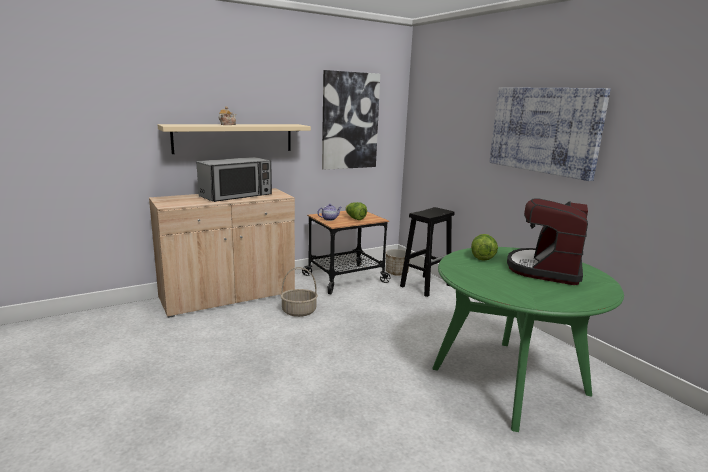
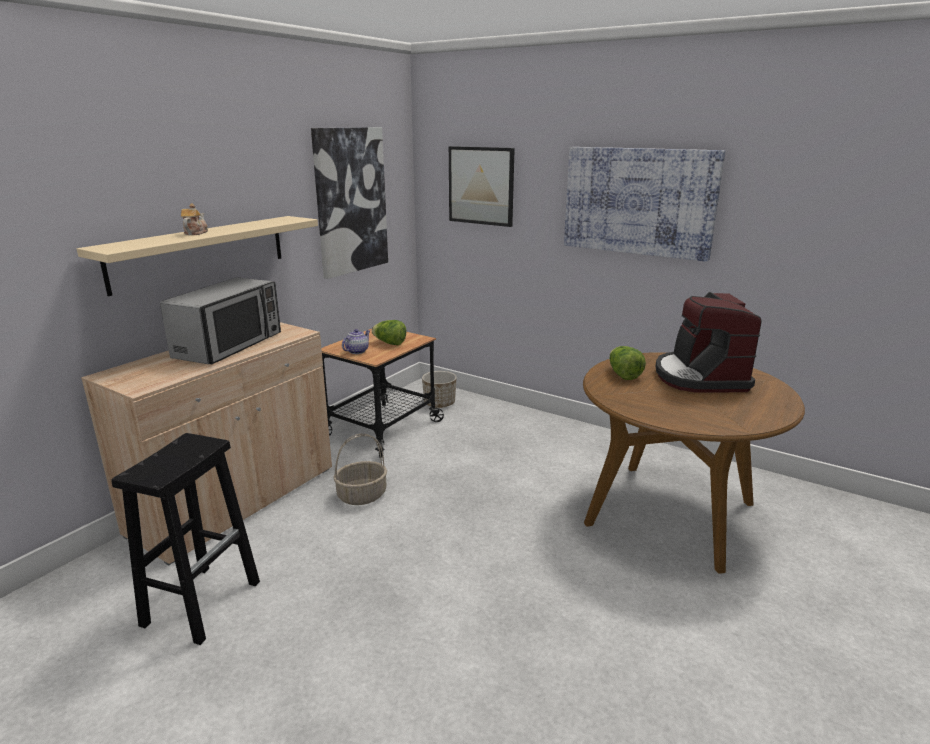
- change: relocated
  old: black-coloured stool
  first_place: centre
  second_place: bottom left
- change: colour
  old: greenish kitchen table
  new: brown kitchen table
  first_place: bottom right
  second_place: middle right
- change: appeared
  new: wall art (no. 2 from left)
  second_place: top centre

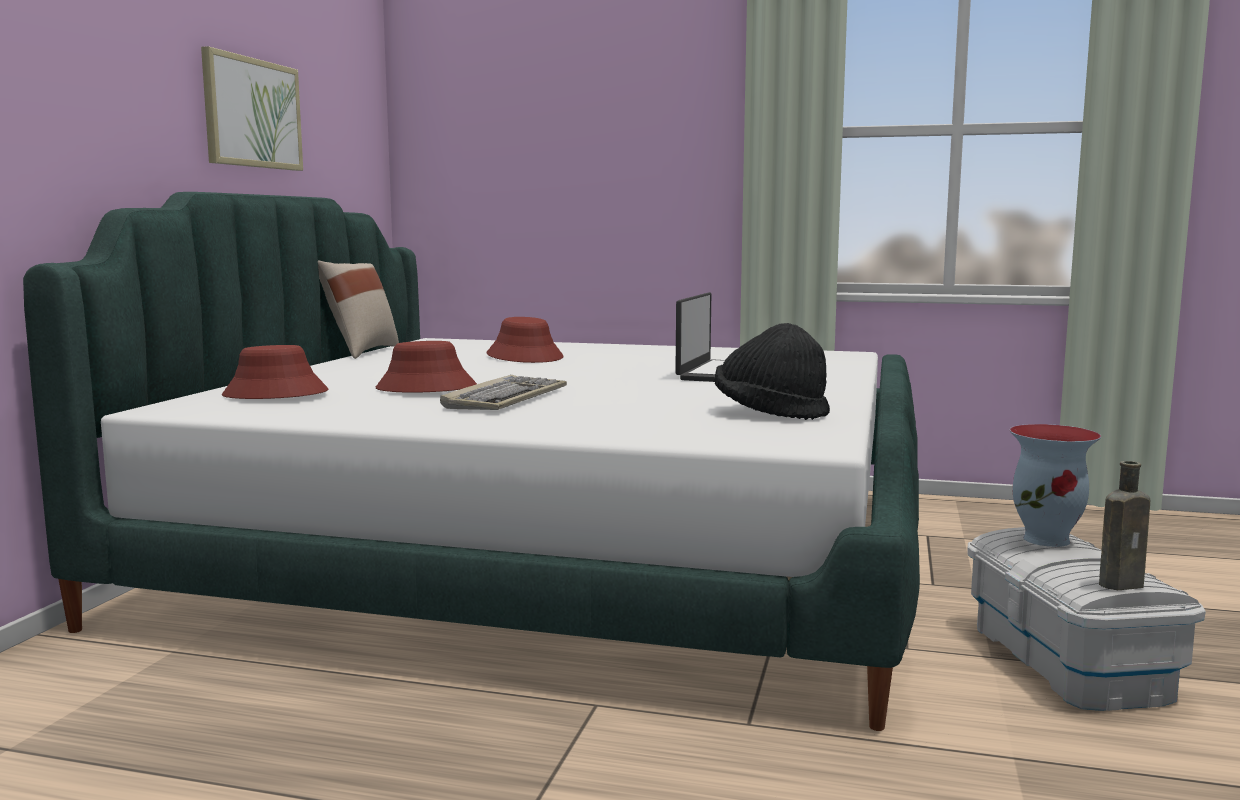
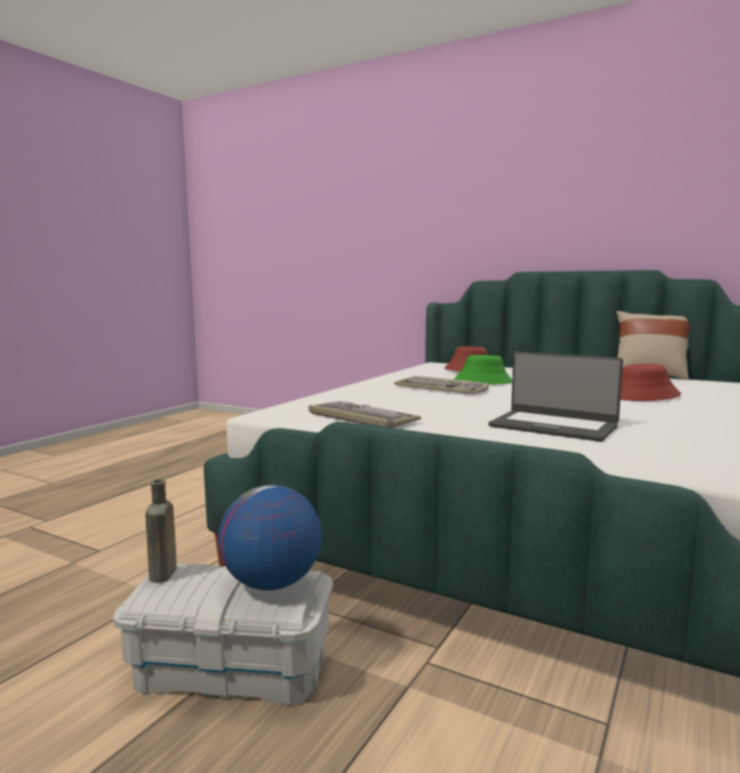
- change: missing
  old: wall art
  first_place: top left
- change: colour
  old: red-coloured hat (no. 2 from left)
  new: greenish hat
  first_place: centre
  second_place: centre
- change: exchanged
  old: black-coloured hat
  new: computer keyboard (no. 1 from left)
  first_place: centre
  second_place: centre
- change: exchanged
  old: decorative vase
  new: world globe
  first_place: middle right
  second_place: bottom centre

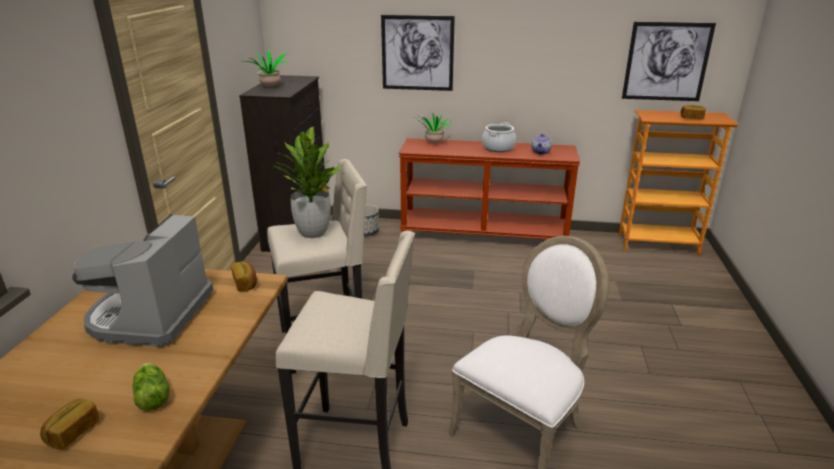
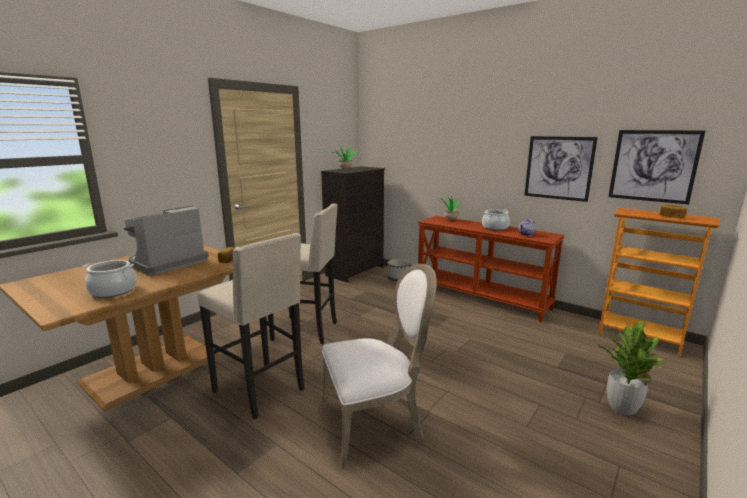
- change: missing
  old: bakery bread (no. 1 from left)
  first_place: bottom left
- change: exchanged
  old: lettuce head
  new: stockpot (no. 1 from left)
  first_place: bottom left
  second_place: middle left
- change: relocated
  old: houseplant (no. 2 from left in the first image)
  new: houseplant (no. 3 from left)
  first_place: centre
  second_place: bottom right
- change: relocated
  old: wall art (no. 1 from left)
  first_place: top centre
  second_place: middle right

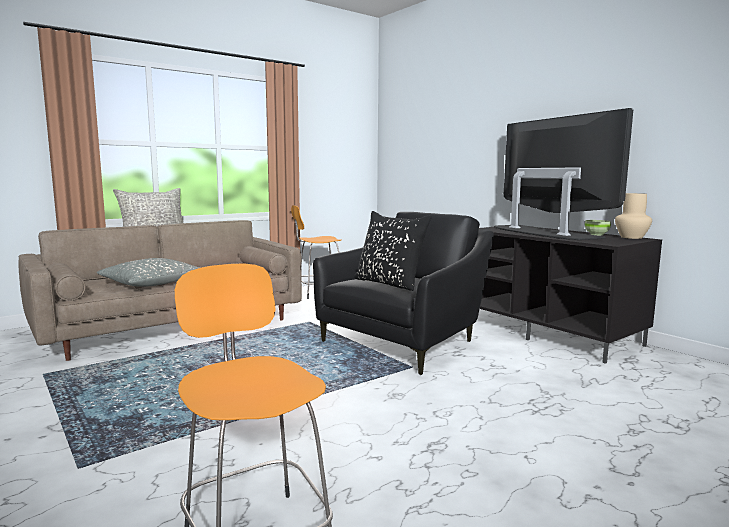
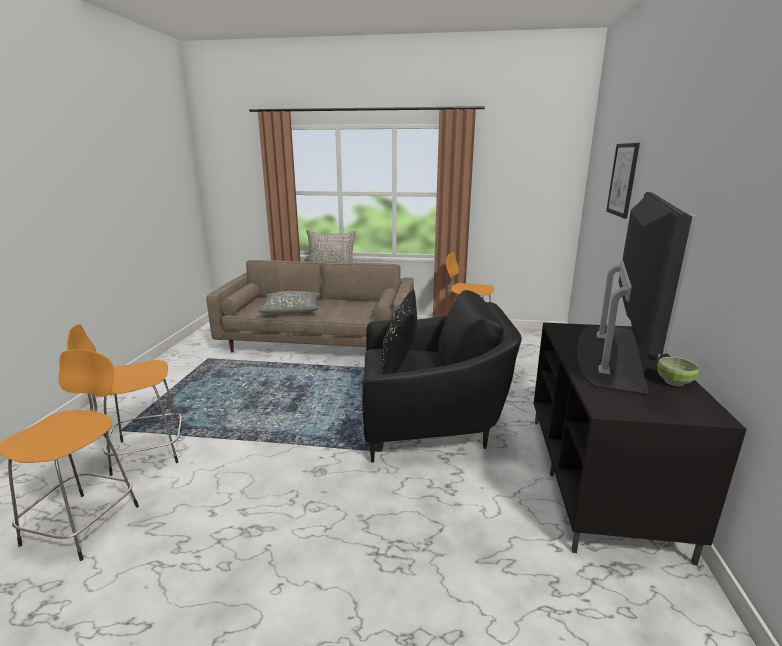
- change: missing
  old: beige-coloured decorative vase
  first_place: middle right
- change: appeared
  new: orange stool (no. 2 from left)
  second_place: middle left
- change: appeared
  new: wall art
  second_place: top right

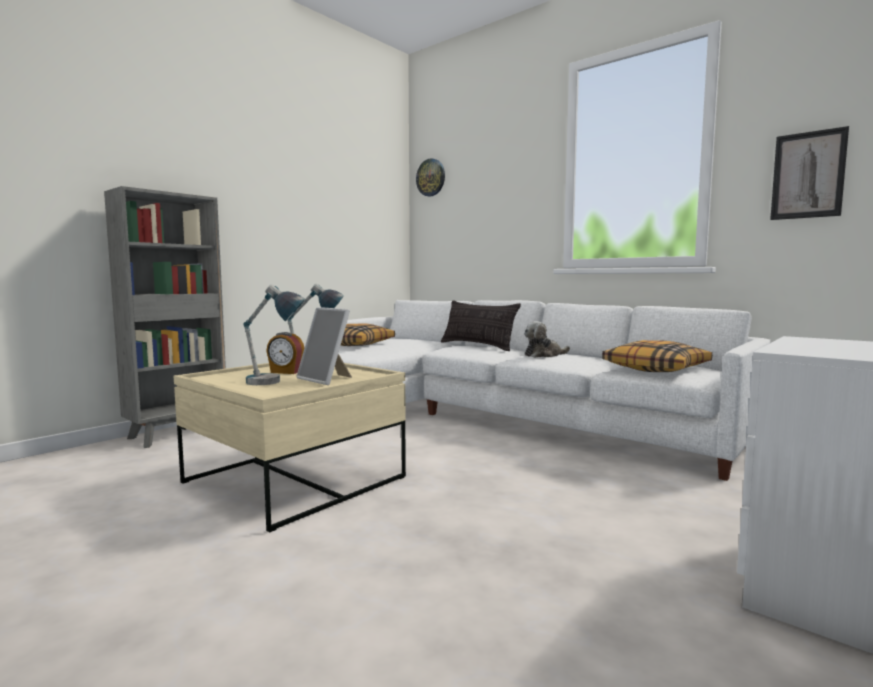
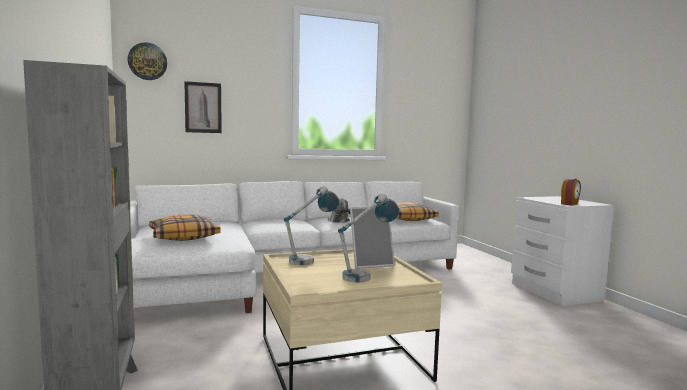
- change: relocated
  old: table clock
  first_place: middle left
  second_place: middle right
- change: missing
  old: cushion (no. 2 from left)
  first_place: centre
- change: relocated
  old: wall art
  first_place: top right
  second_place: top left

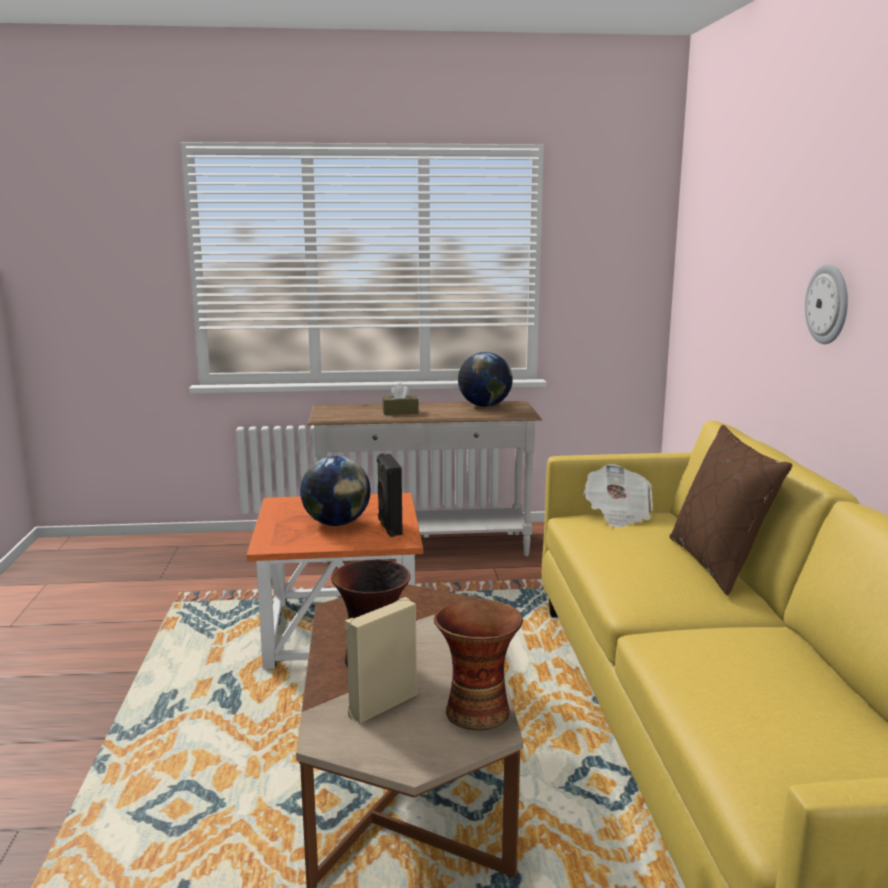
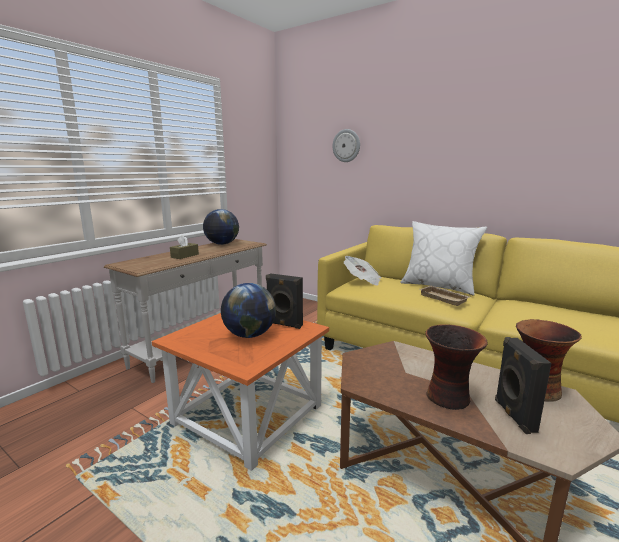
- change: colour
  old: beige-coloured audio speaker
  new: black-coloured audio speaker (no. 2 from left)
  first_place: bottom centre
  second_place: bottom right
- change: colour
  old: brown cushion
  new: whitish cushion
  first_place: middle right
  second_place: middle right
- change: relocated
  old: clock on the wall
  first_place: middle right
  second_place: top centre
- change: appeared
  new: beige-coloured serving tray
  second_place: middle right

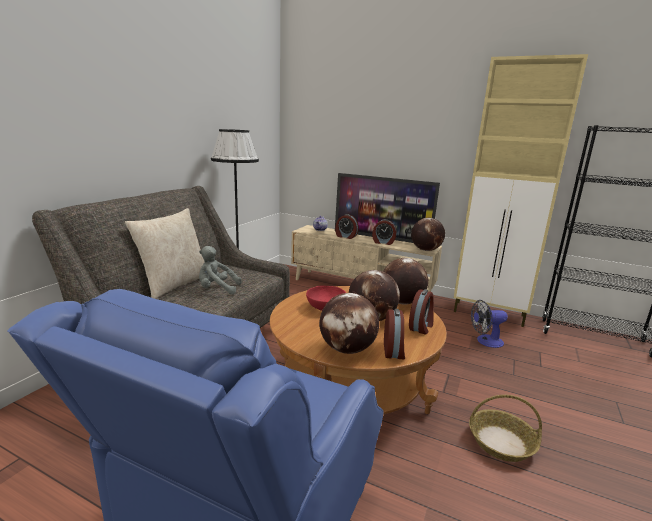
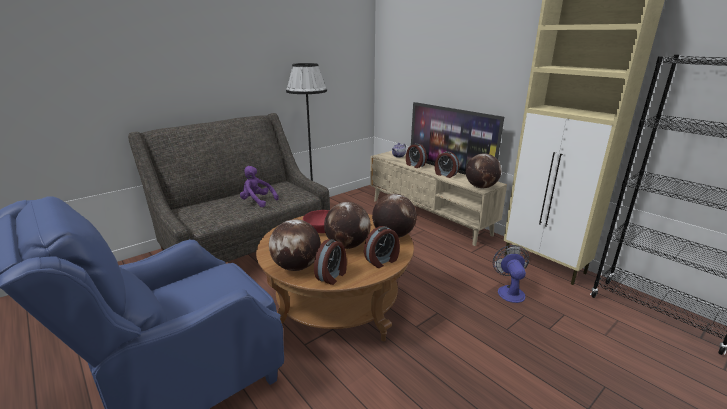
- change: missing
  old: beige-coloured cushion
  first_place: middle left
- change: colour
  old: grey soft toy
  new: purplish soft toy
  first_place: centre
  second_place: centre
- change: missing
  old: storage basket
  first_place: bottom right
- change: spun
  old: fan
  first_place: middle right
  second_place: bottom right
  degrees: 75

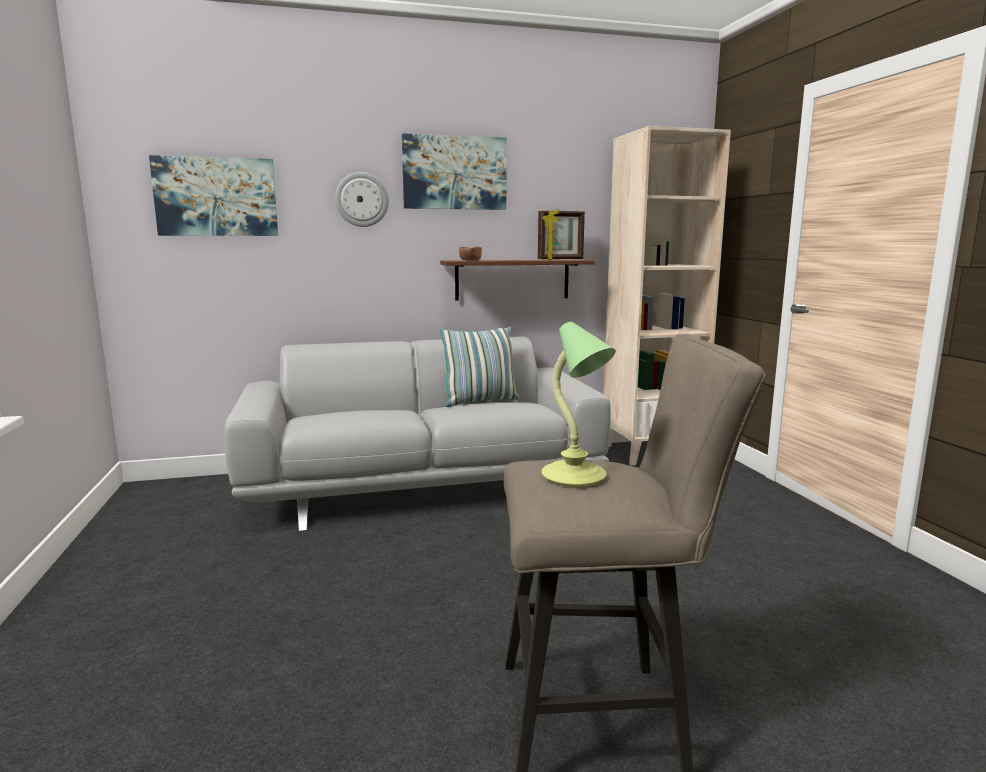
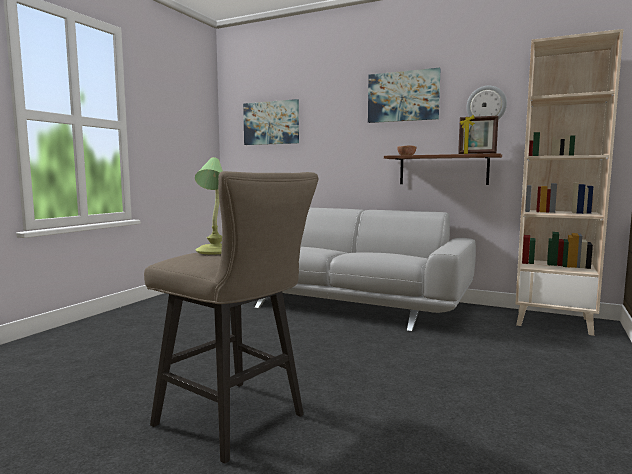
- change: relocated
  old: clock on the wall
  first_place: top centre
  second_place: top right
- change: missing
  old: cushion
  first_place: centre

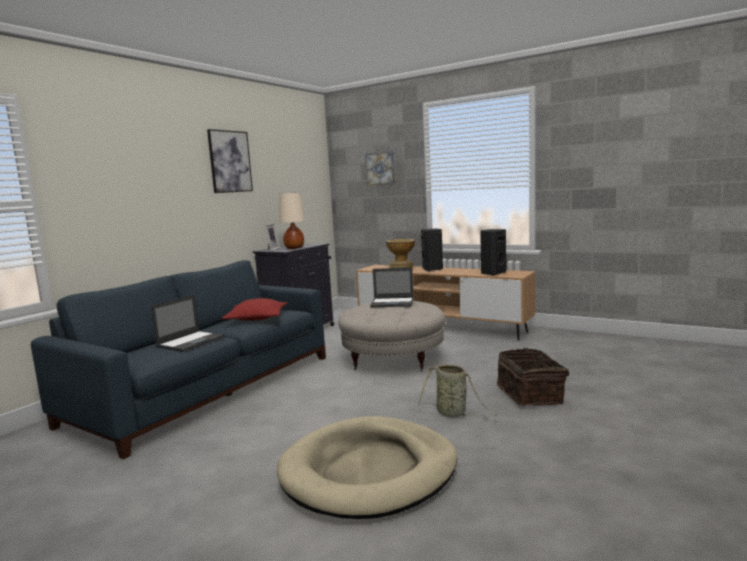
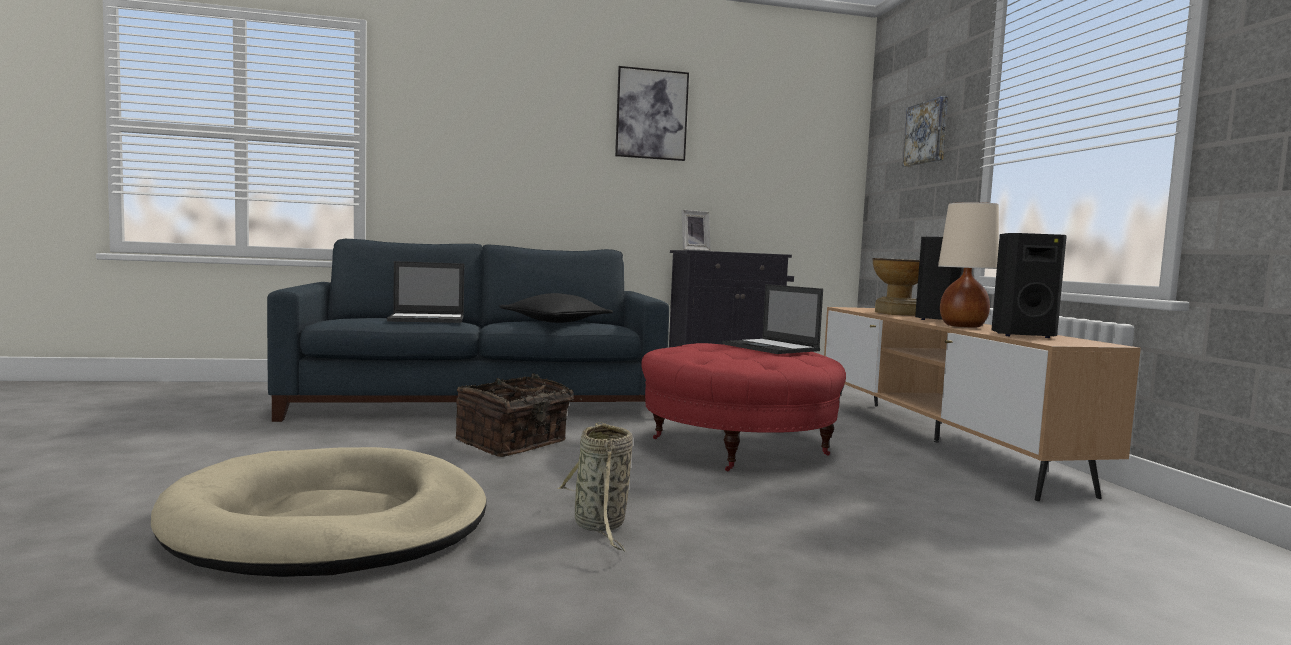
- change: colour
  old: red-coloured cushion
  new: black-coloured cushion
  first_place: centre
  second_place: centre
- change: relocated
  old: beige-coloured tabletop lamp
  first_place: centre
  second_place: middle right
- change: colour
  old: beige-coloured footrest
  new: red-coloured footrest
  first_place: centre
  second_place: centre
- change: relocated
  old: storage basket (no. 2 from left in the first image)
  new: storage basket (no. 1 from left)
  first_place: bottom right
  second_place: centre

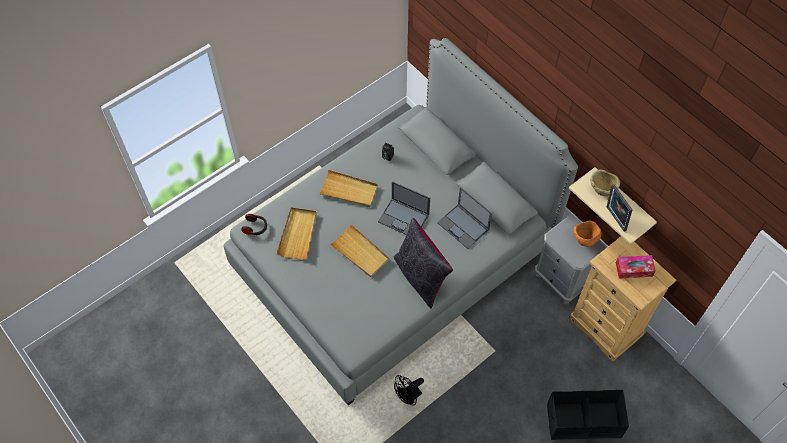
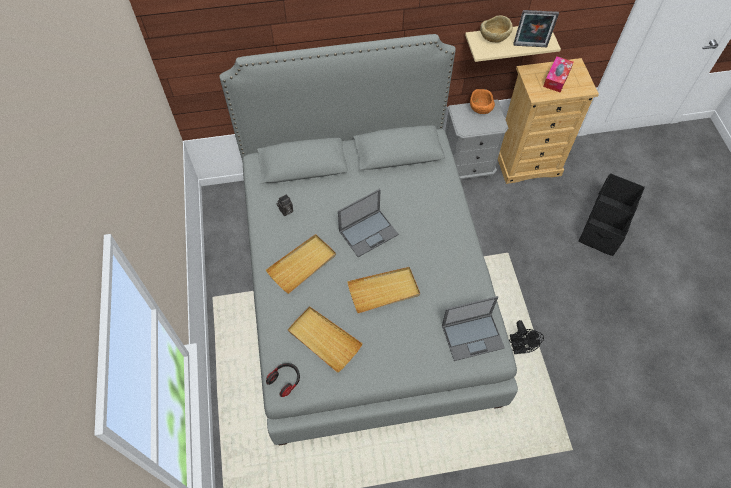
- change: missing
  old: black-coloured cushion
  first_place: centre
- change: relocated
  old: laptop (no. 2 from left)
  first_place: centre
  second_place: bottom centre

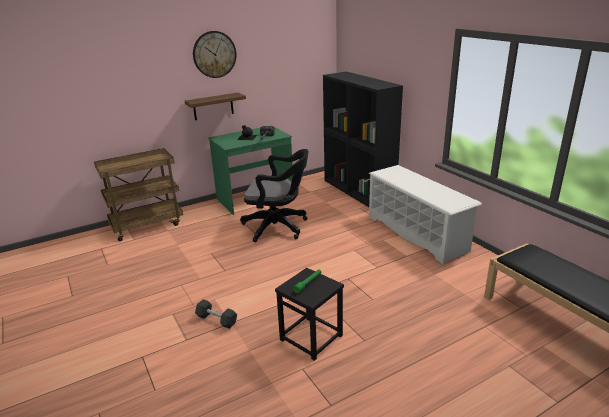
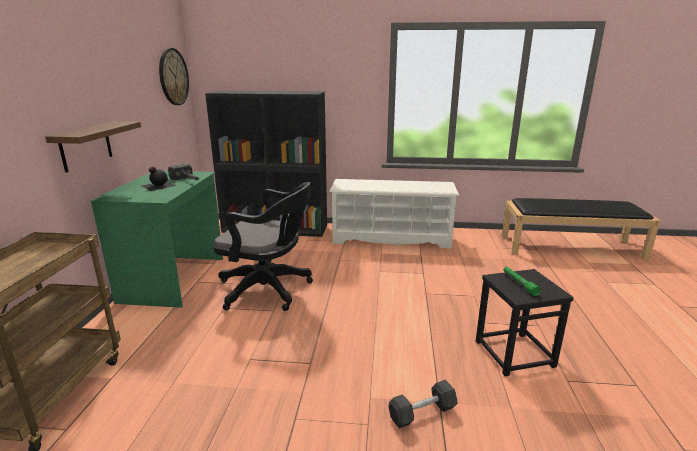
- change: relocated
  old: clock on the wall
  first_place: top centre
  second_place: top left
- change: spun
  old: black-coloured office chair
  first_place: centre
  second_place: centre
  degrees: 60

